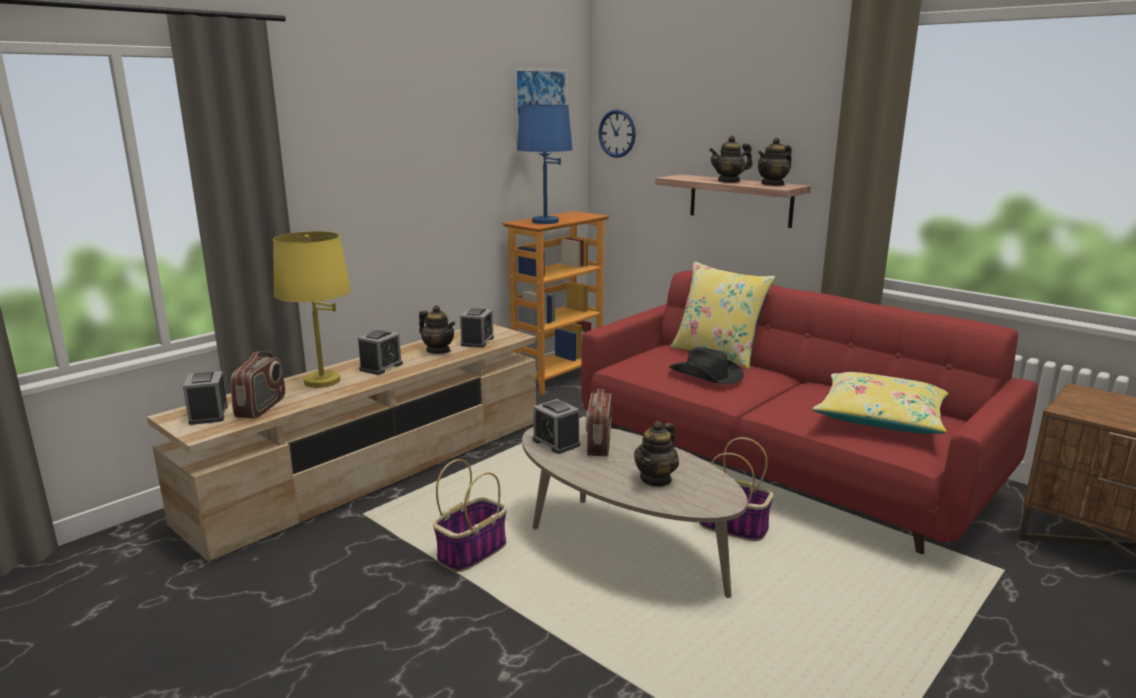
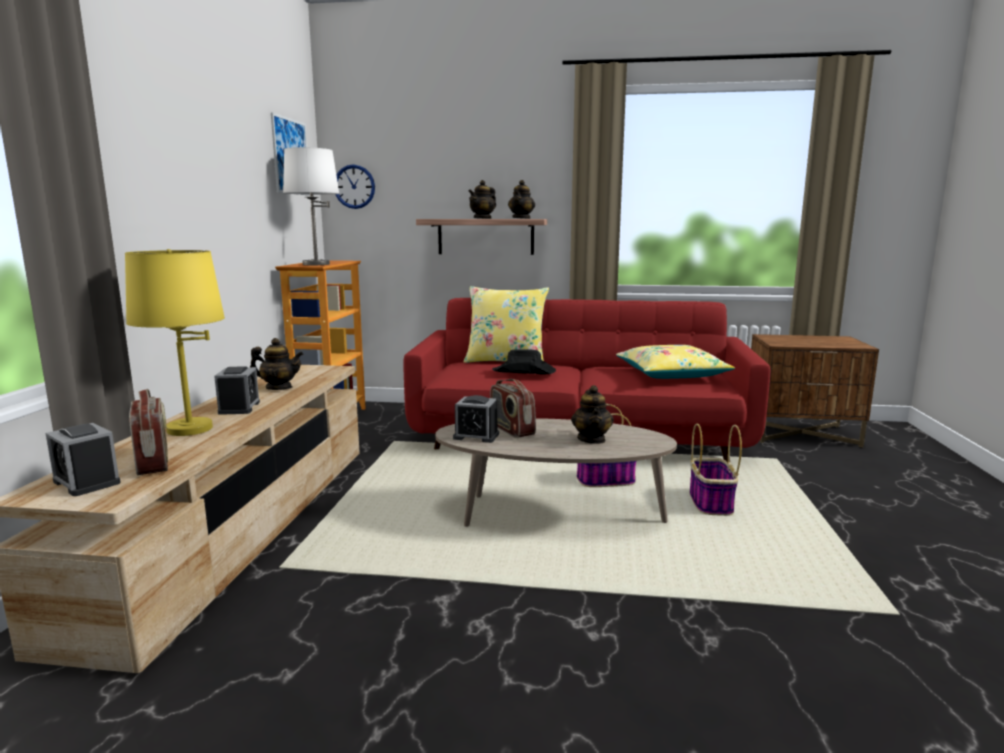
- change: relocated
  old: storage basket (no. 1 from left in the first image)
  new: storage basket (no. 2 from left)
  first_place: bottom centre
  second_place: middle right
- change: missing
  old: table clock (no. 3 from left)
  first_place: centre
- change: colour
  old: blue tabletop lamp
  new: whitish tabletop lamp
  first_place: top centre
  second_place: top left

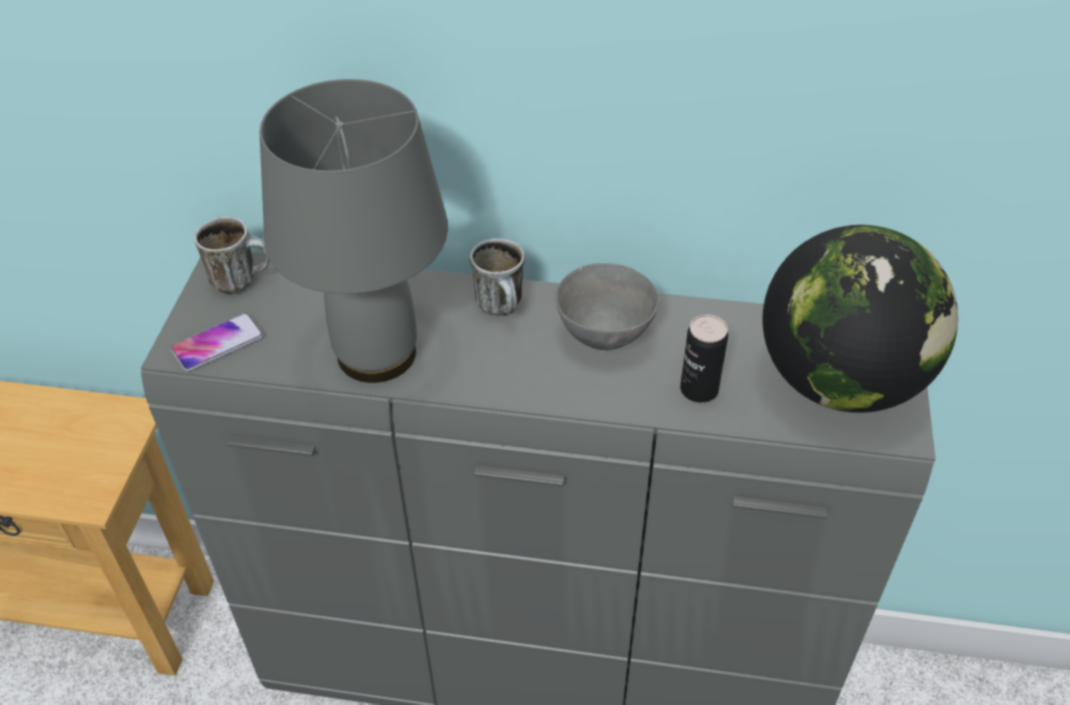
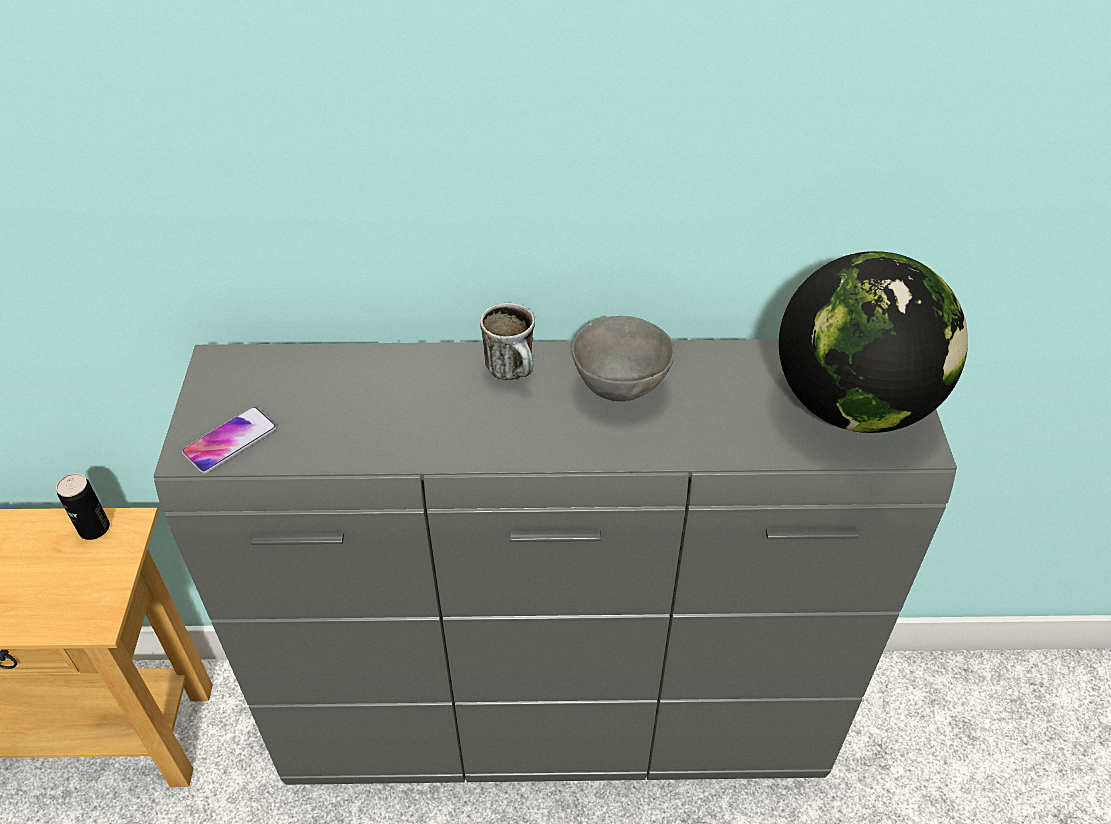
- change: missing
  old: mug (no. 1 from left)
  first_place: middle left
- change: missing
  old: grey tabletop lamp
  first_place: top left
- change: relocated
  old: can
  first_place: centre
  second_place: middle left

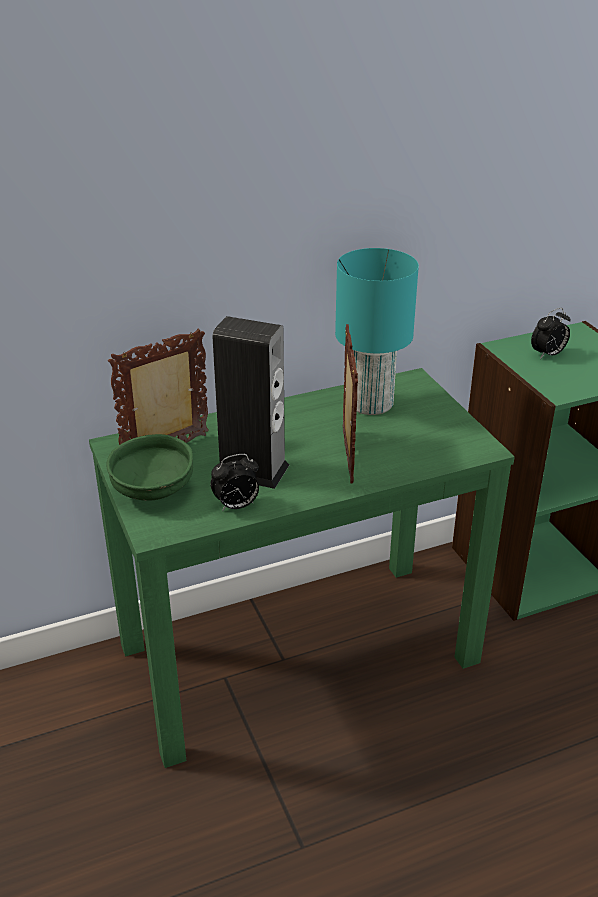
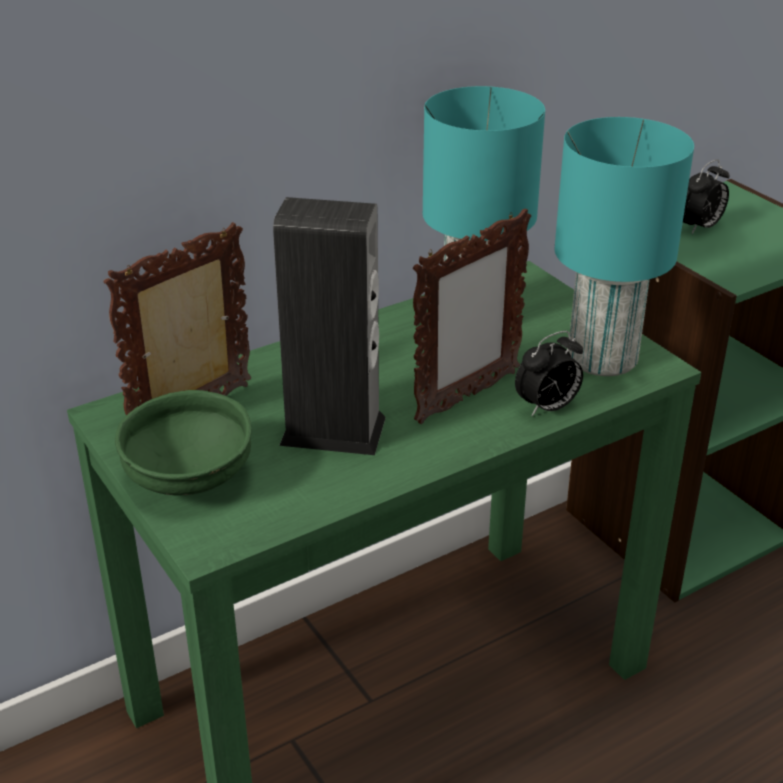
- change: relocated
  old: table clock (no. 1 from left)
  first_place: centre
  second_place: middle right
- change: spun
  old: standing frame (no. 2 from left)
  first_place: centre
  second_place: centre
  degrees: 60
- change: appeared
  new: turquoise-coloured tabletop lamp (no. 2 from left)
  second_place: top right

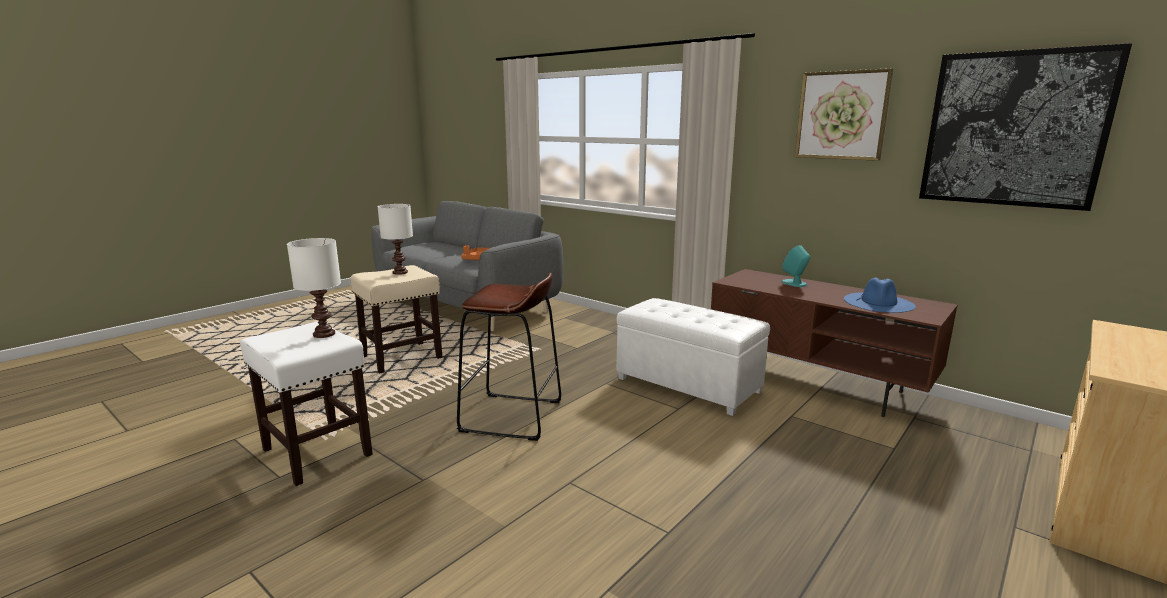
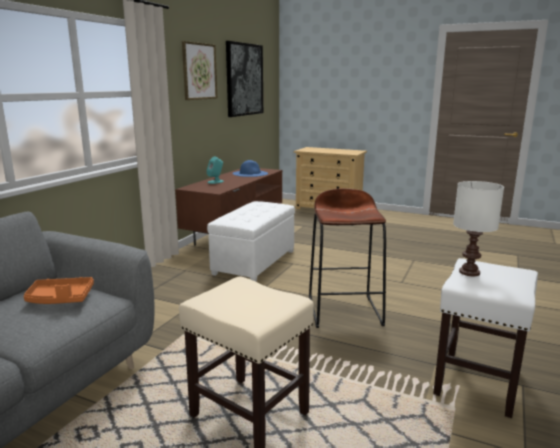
- change: missing
  old: whitish tabletop lamp (no. 2 from left)
  first_place: centre

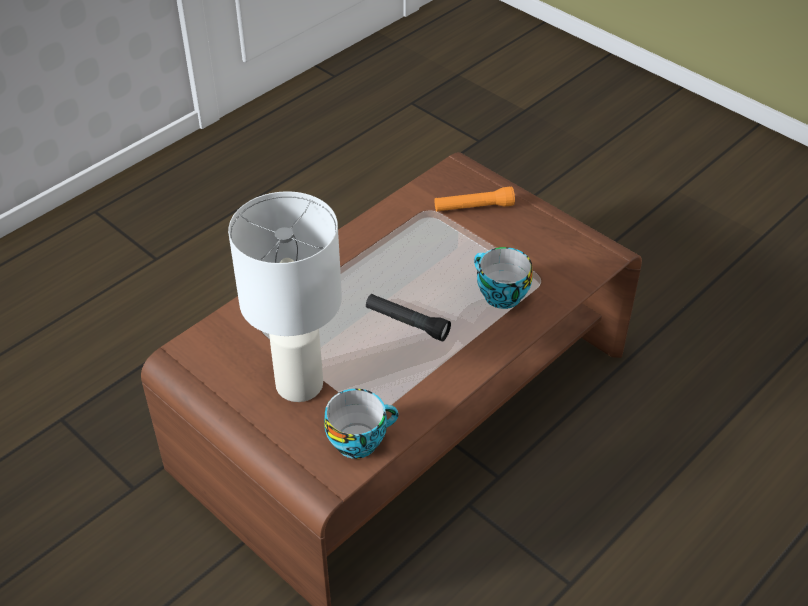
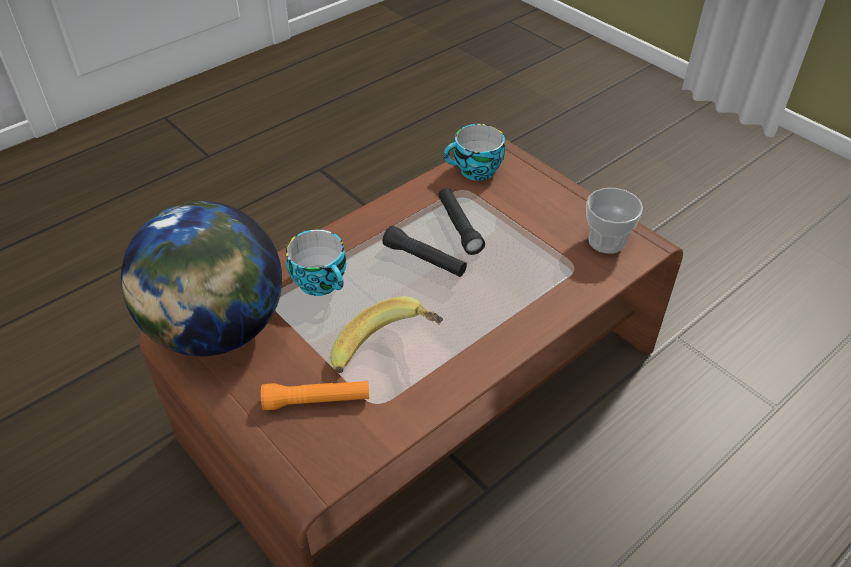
- change: missing
  old: whitish tabletop lamp
  first_place: centre
- change: appeared
  new: world globe
  second_place: middle left
- change: appeared
  new: whole banana
  second_place: centre
- change: appeared
  new: black-coloured flashlight (no. 2 from left)
  second_place: centre
- change: appeared
  new: small cup (no. 3 from left)
  second_place: middle right

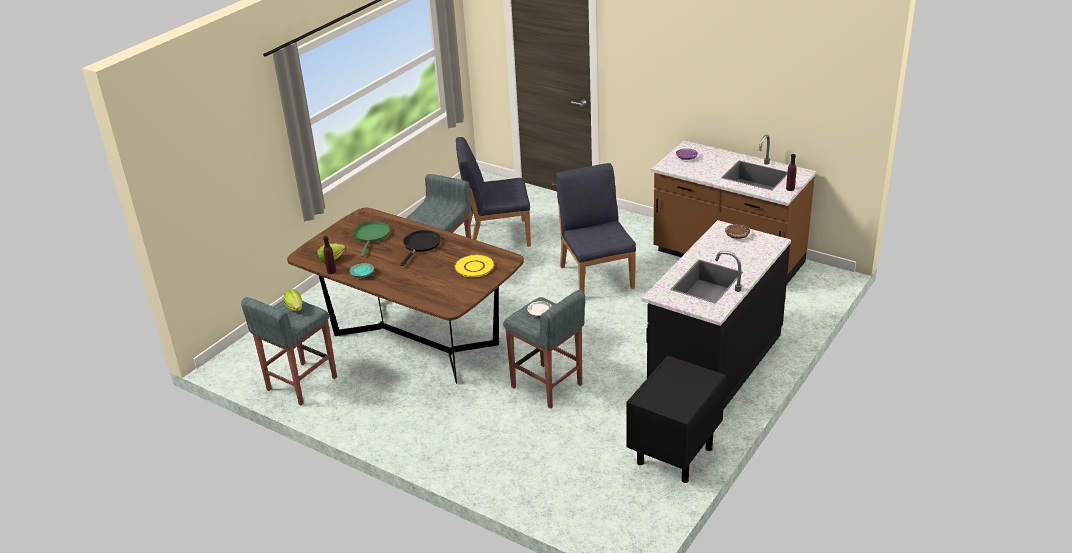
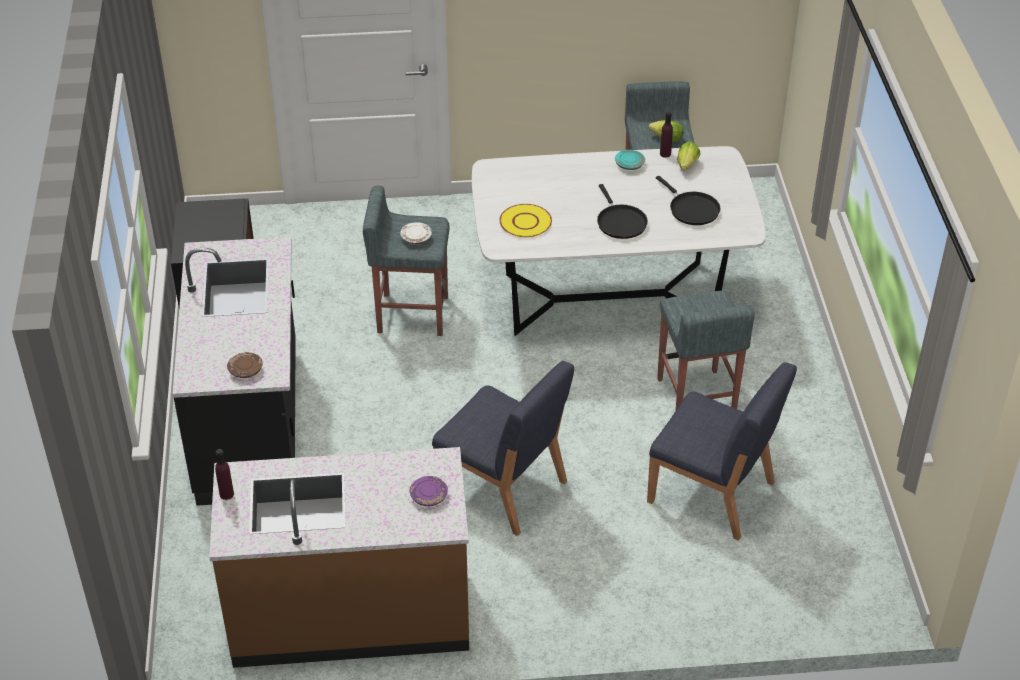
- change: colour
  old: brown kitchen table
  new: whitish kitchen table
  first_place: centre
  second_place: centre
- change: colour
  old: greenish skillet
  new: black-coloured skillet (no. 2 from left)
  first_place: centre
  second_place: top right
- change: spun
  old: blue plain chair (no. 1 from left in the first image)
  first_place: centre
  second_place: middle right
  degrees: 75

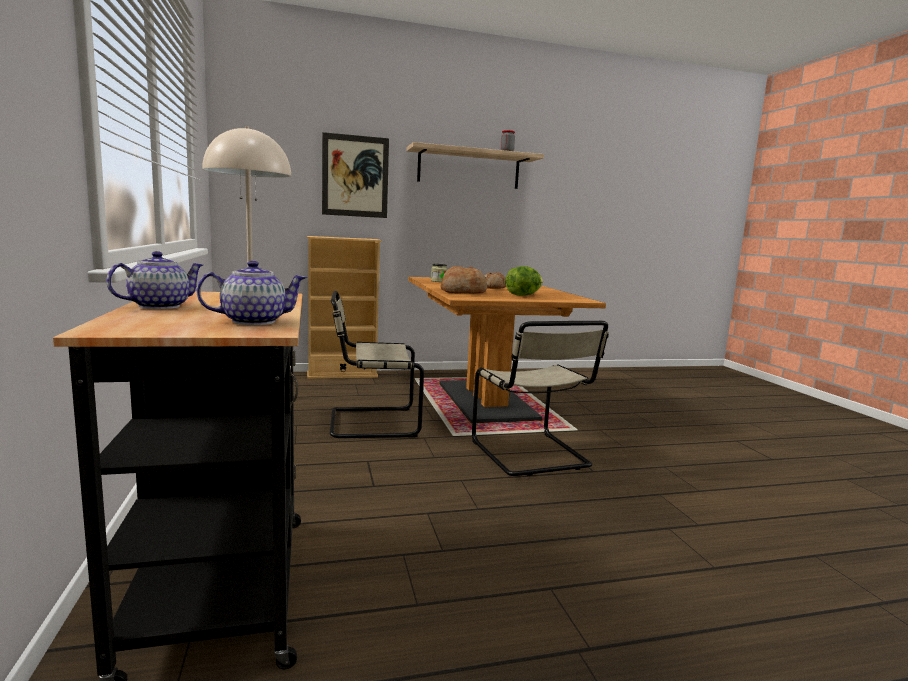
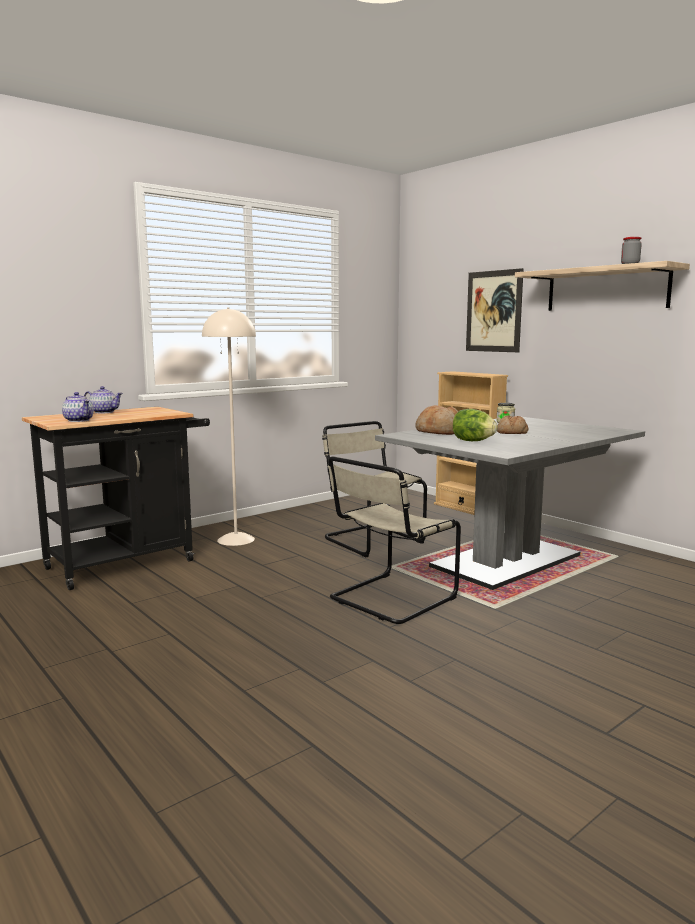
- change: colour
  old: brown kitchen table
  new: grey kitchen table
  first_place: centre
  second_place: middle right

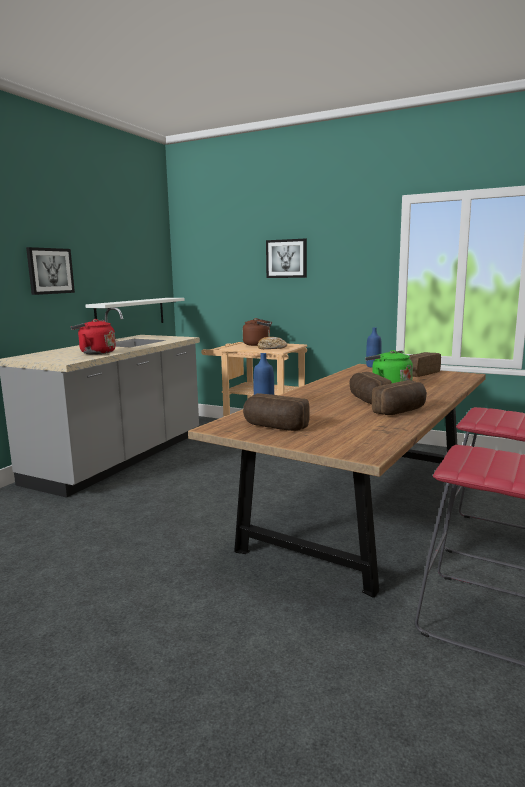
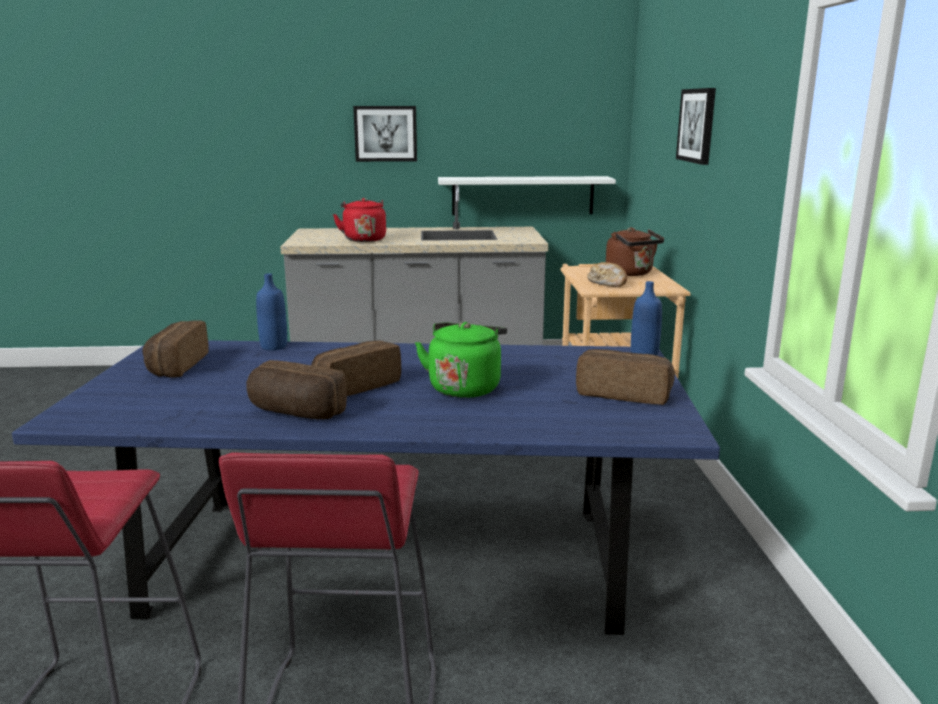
- change: colour
  old: brown kitchen table
  new: blue kitchen table
  first_place: centre
  second_place: bottom centre

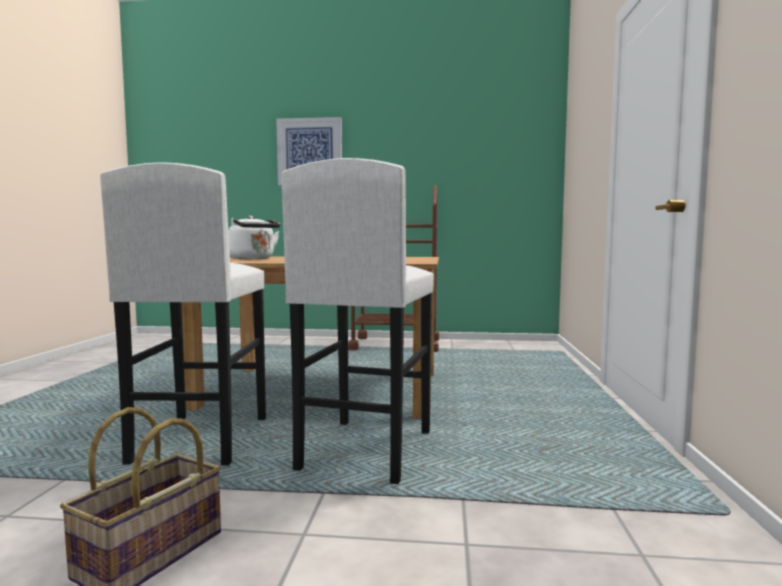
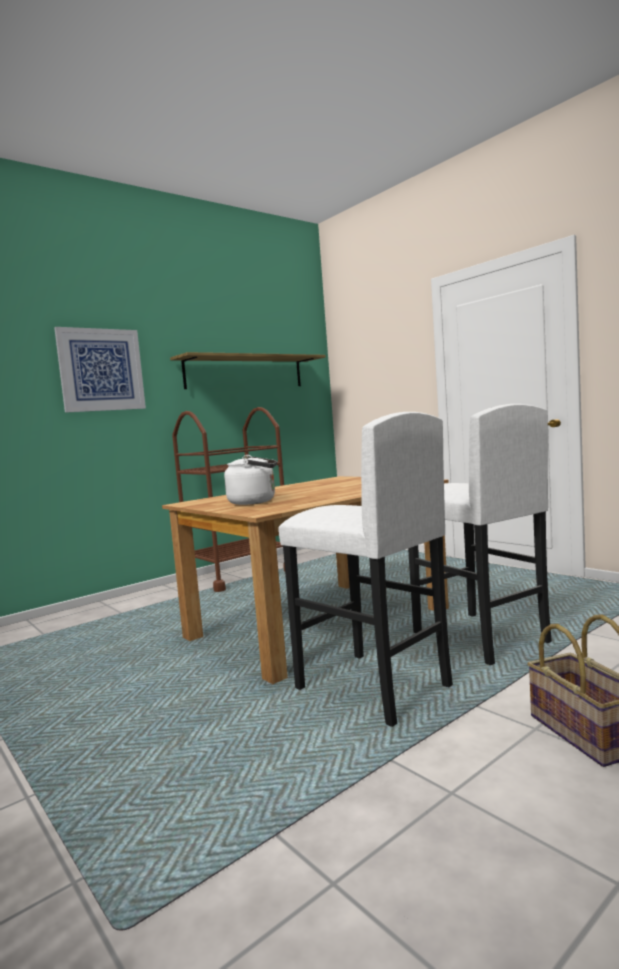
- change: appeared
  new: shelf
  second_place: centre

